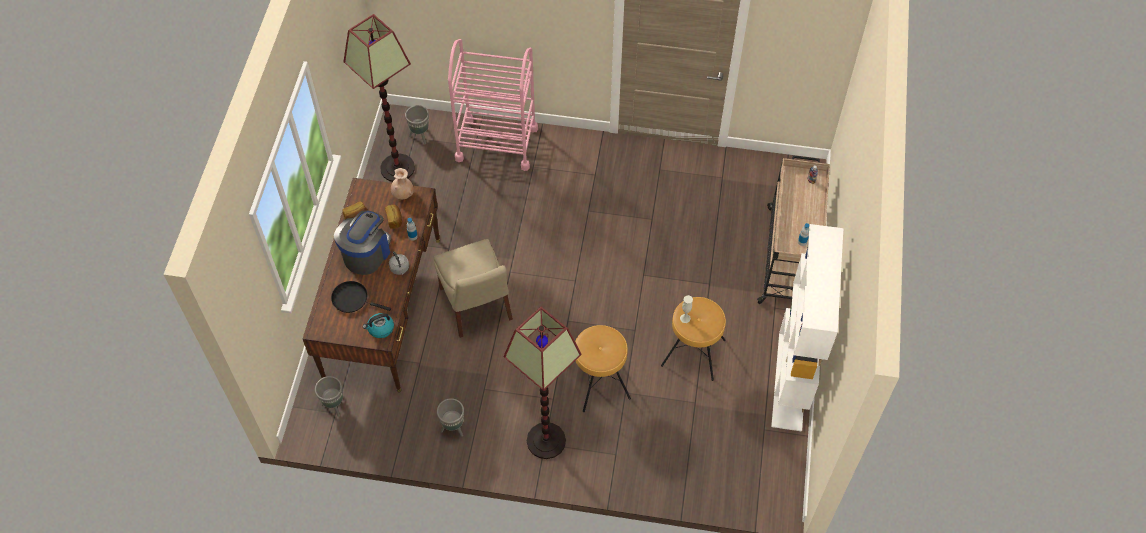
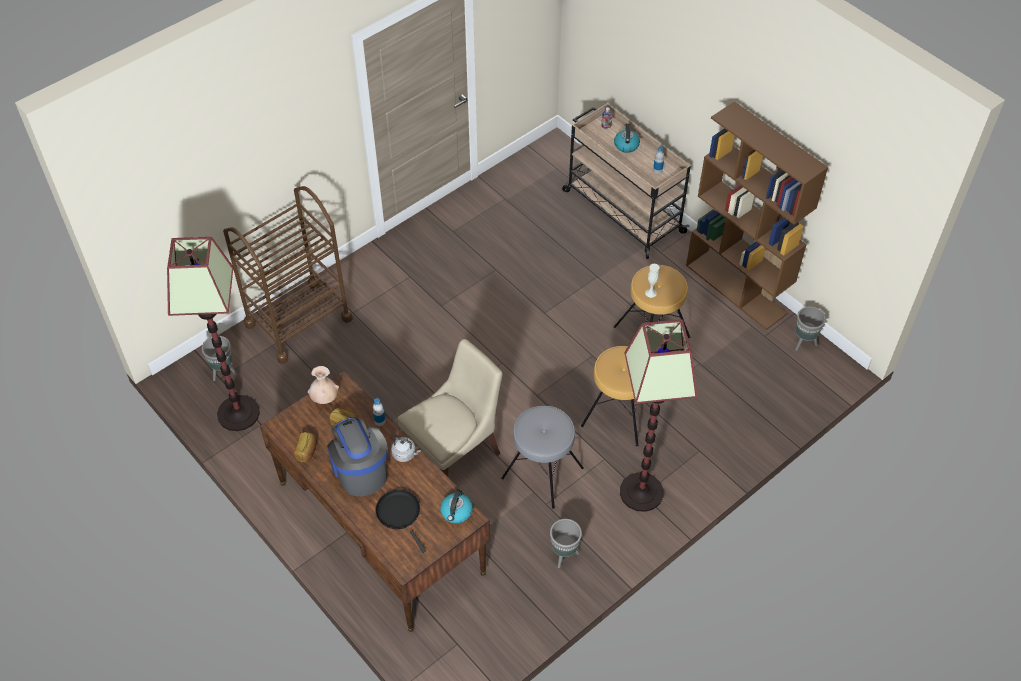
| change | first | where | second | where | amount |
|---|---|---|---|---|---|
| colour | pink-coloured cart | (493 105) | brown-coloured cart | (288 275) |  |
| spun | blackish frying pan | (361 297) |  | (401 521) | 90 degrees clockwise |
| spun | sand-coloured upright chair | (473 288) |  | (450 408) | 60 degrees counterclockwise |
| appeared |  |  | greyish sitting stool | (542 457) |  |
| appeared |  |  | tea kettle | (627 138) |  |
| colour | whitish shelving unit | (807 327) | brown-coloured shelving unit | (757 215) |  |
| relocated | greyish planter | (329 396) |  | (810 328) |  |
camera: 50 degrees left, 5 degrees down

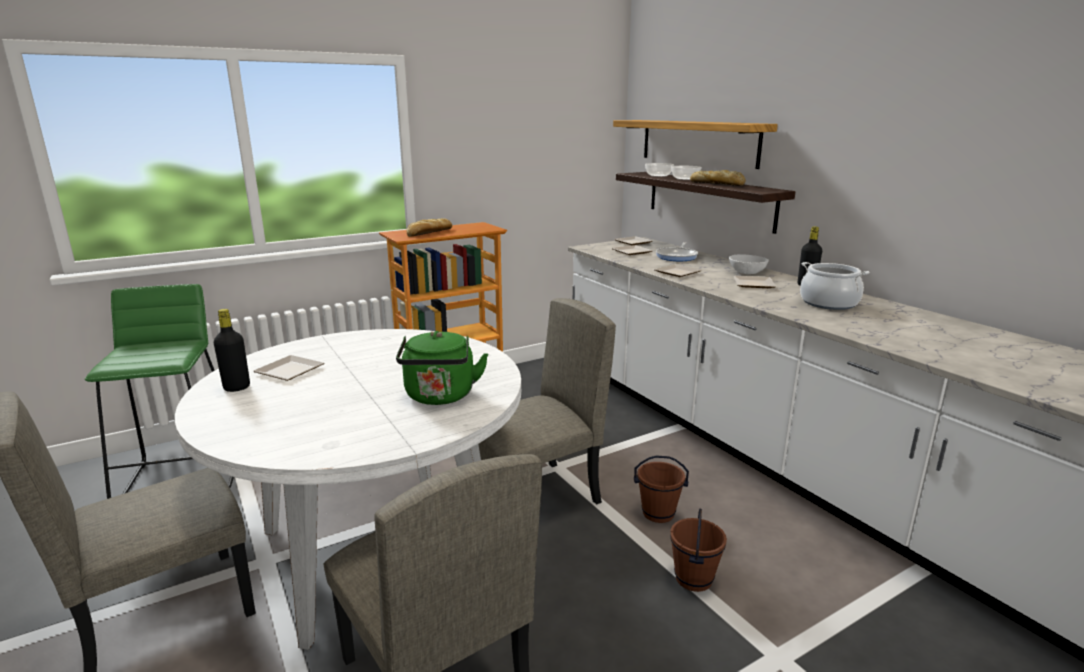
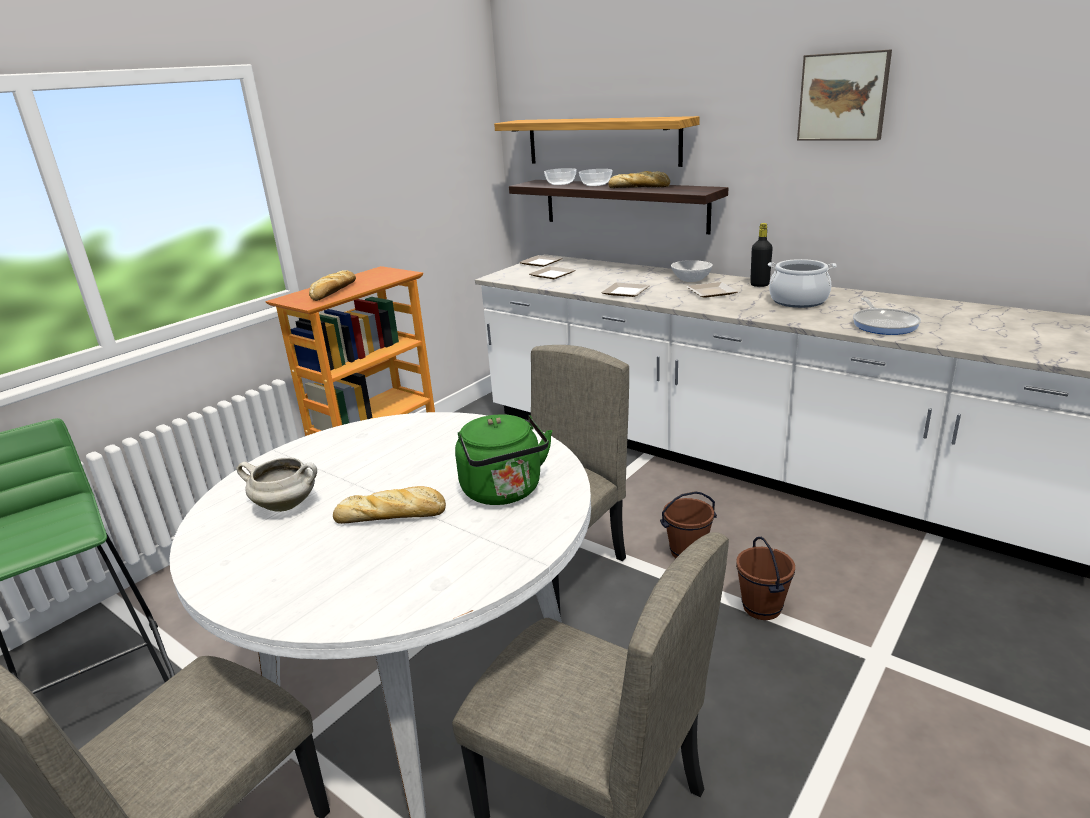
| change | first | where | second | where | amount |
|---|---|---|---|---|---|
| exchanged | dinner plate | (288 368) | whitish stockpot | (276 485) |  |
| appeared |  |  | bakery bread | (389 505) |  |
| appeared |  |  | wall picture | (844 94) |  |
| relocated | frying pan | (677 251) |  | (887 316) |  |
| missing | blackish beverage bottle | (232 350) |  |  |  |
camera: 20 degrees left, 5 degrees up

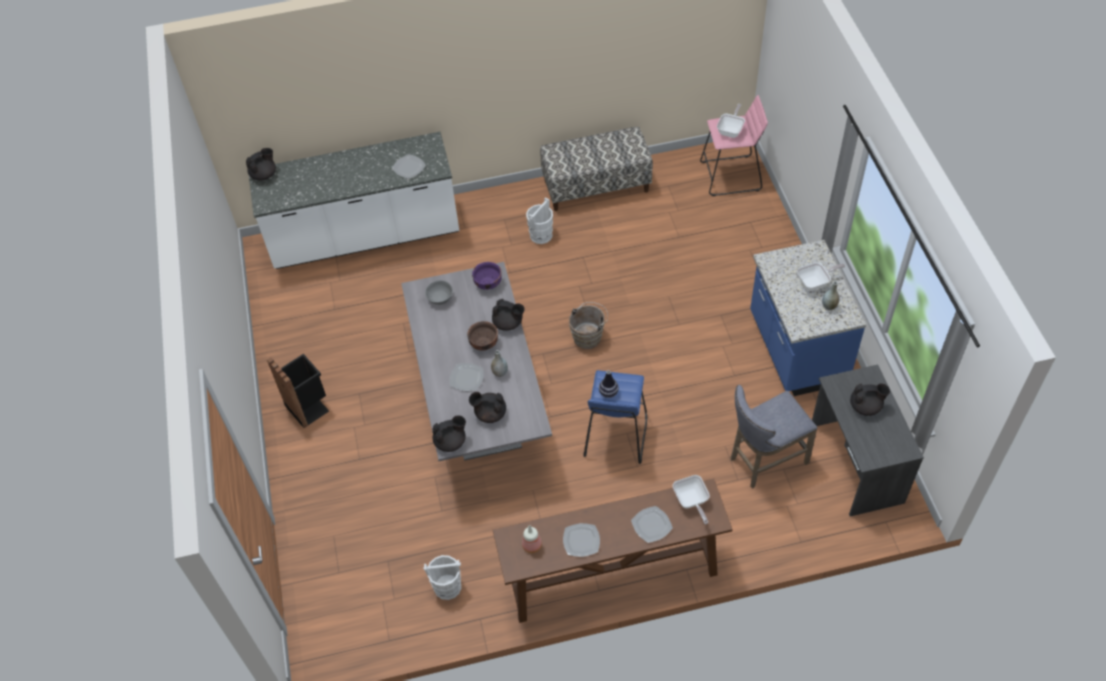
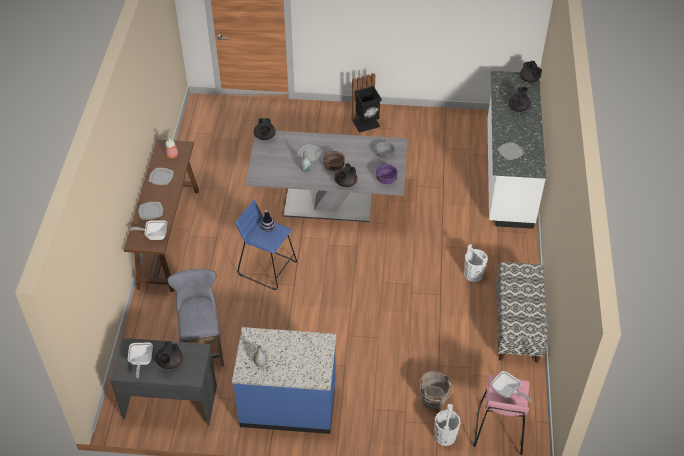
| change | first | where | second | where | amount |
|---|---|---|---|---|---|
| relocated | frying pan | (821 276) |  | (140 360) |  |
| relocated | brown-coloured bucket | (588 325) |  | (436 390) |  |
| relocated | whitish bucket | (442 577) |  | (447 425) |  |
| relocated | blackish teapot | (487 407) |  | (520 99) |  |
camera: 105 degrees right, 5 degrees down

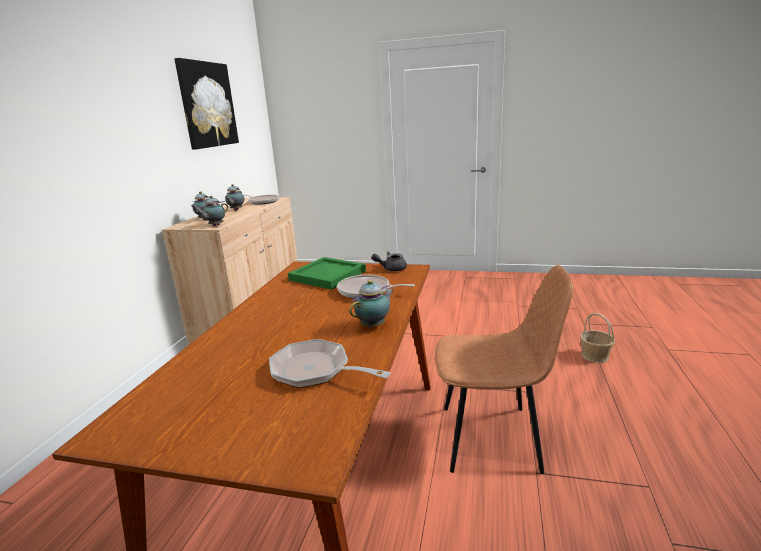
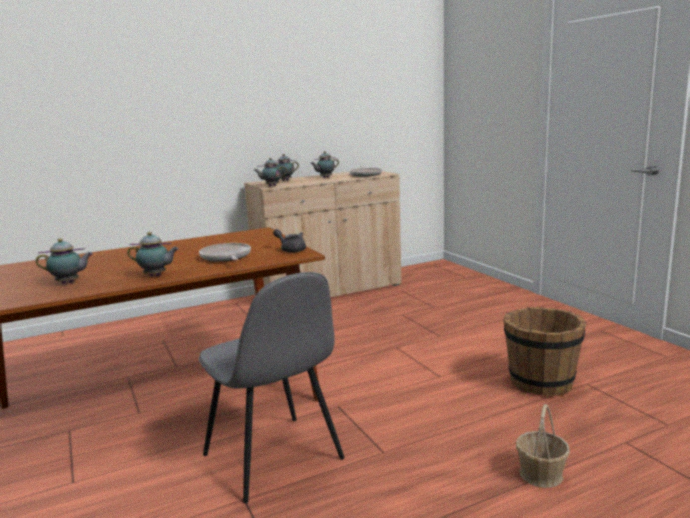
| change | first | where | second | where | amount |
|---|---|---|---|---|---|
| exchanged | frying pan | (330 363) | teapot | (64 260) |  |
| colour | brown-coloured upright chair | (504 369) | greyish upright chair | (271 387) |  |
| appeared |  |  | brown-coloured bucket | (544 351) |  |
| missing | wall picture | (206 104) |  |  |  |
| missing | green tray | (327 273) |  |  |  |
camera: 50 degrees right, 5 degrees down

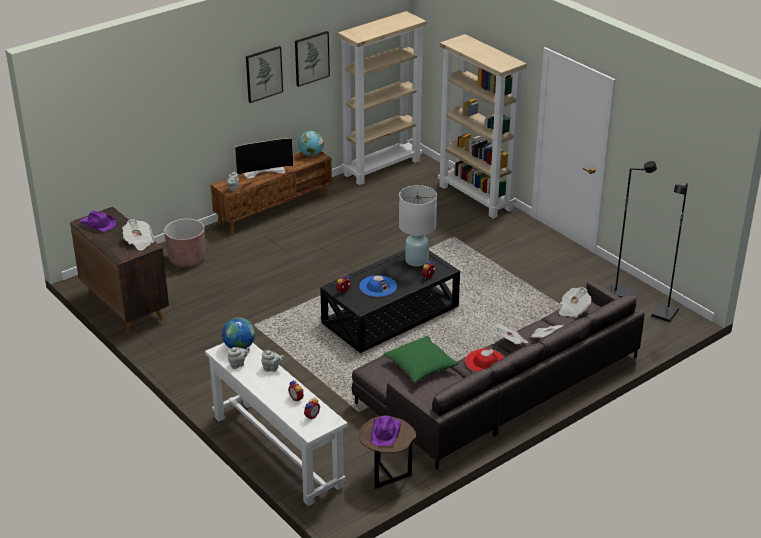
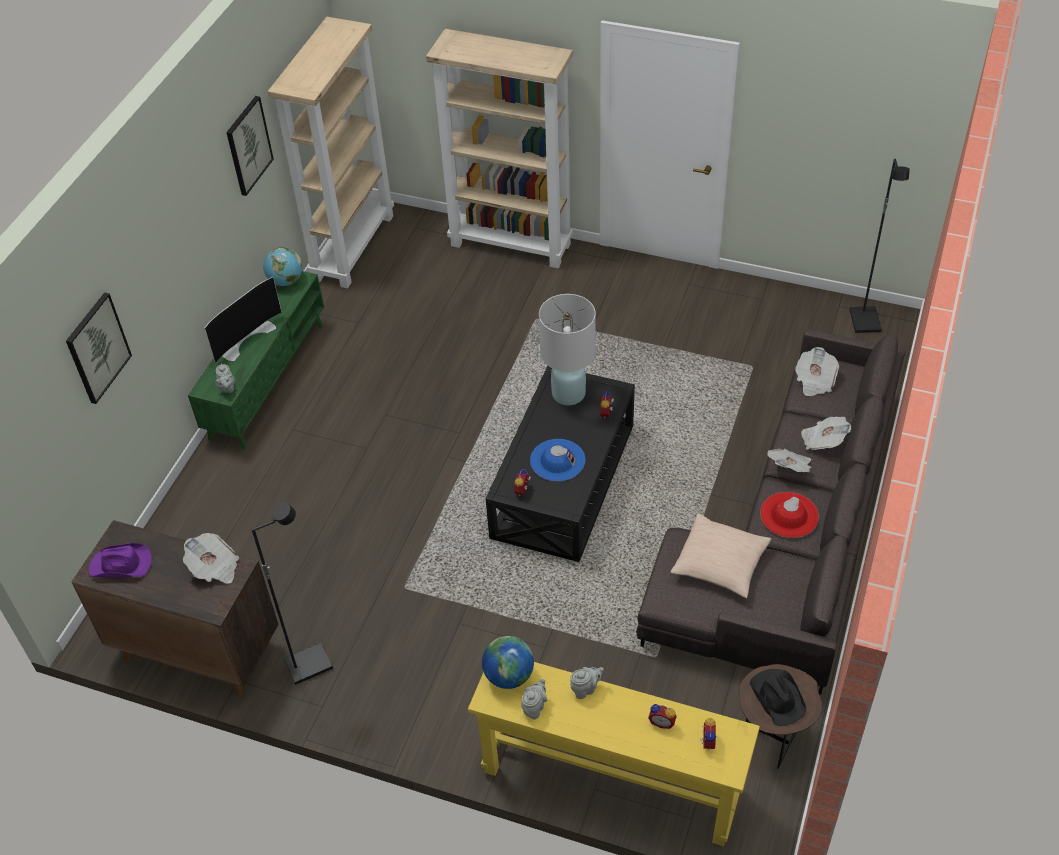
| change | first | where | second | where | amount |
|---|---|---|---|---|---|
| relocated | wall picture | (264 74) |  | (99 348) |  |
| colour | brown-coloured tv stand | (271 193) | green tv stand | (256 360) |  |
| relocated | blackish standing lamp | (634 230) |  | (292 593) |  |
| colour | whitish narrow table | (276 424) | yellowish narrow table | (614 754) |  |
| colour | green throw pillow | (421 359) | sand-coloured throw pillow | (721 556) |  |
| colour | purple hat | (386 430) | blackish hat | (778 697) |  |
| missing | brown-coloured planter | (184 243) |  |  |  |
camera: 30 degrees left, 15 degrees up

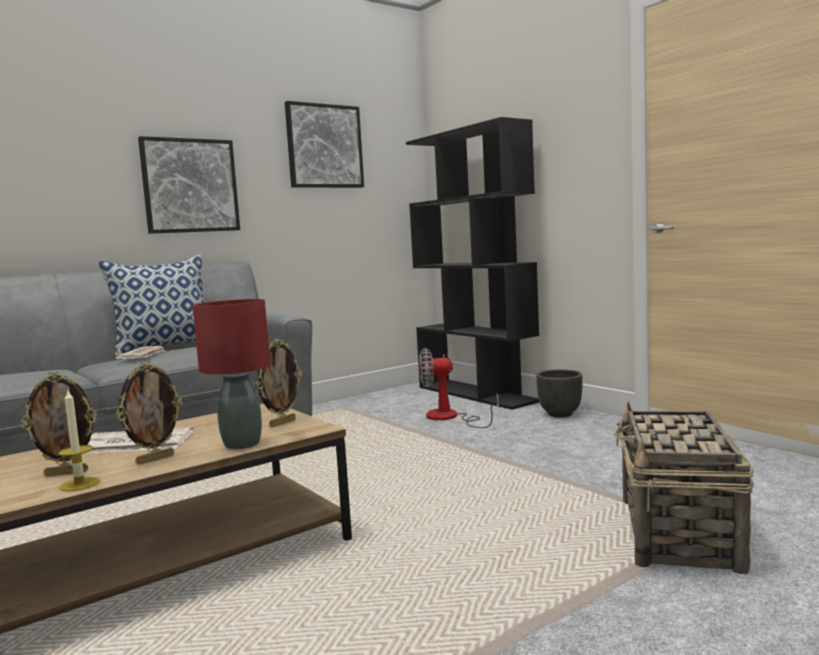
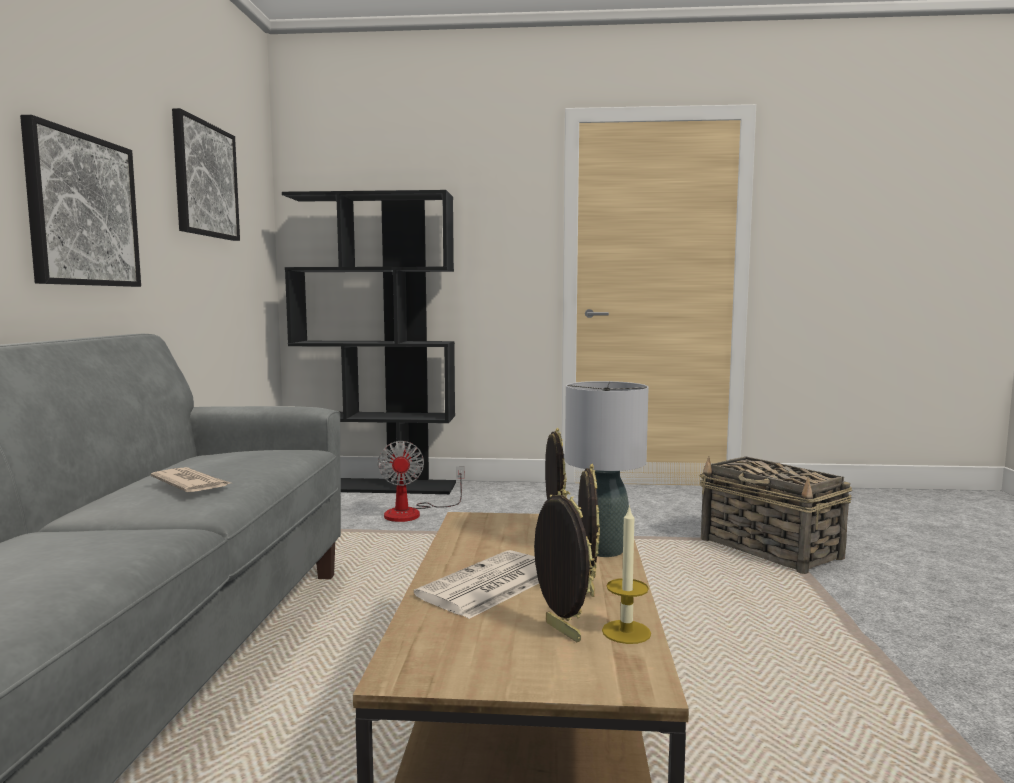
| change | first | where | second | where | amount |
|---|---|---|---|---|---|
| spun | electric fan | (459 388) |  | (421 481) | 45 degrees counterclockwise |
| spun | standing frame | (59 424) |  | (565 565) | 60 degrees counterclockwise |
| colour | red table lamp | (231 374) | greyish table lamp | (607 469) |  |
| missing | throw pillow | (151 305) |  |  |  |
| missing | blackish planter | (559 393) |  |  |  |
camera: 50 degrees left, 0 degrees up

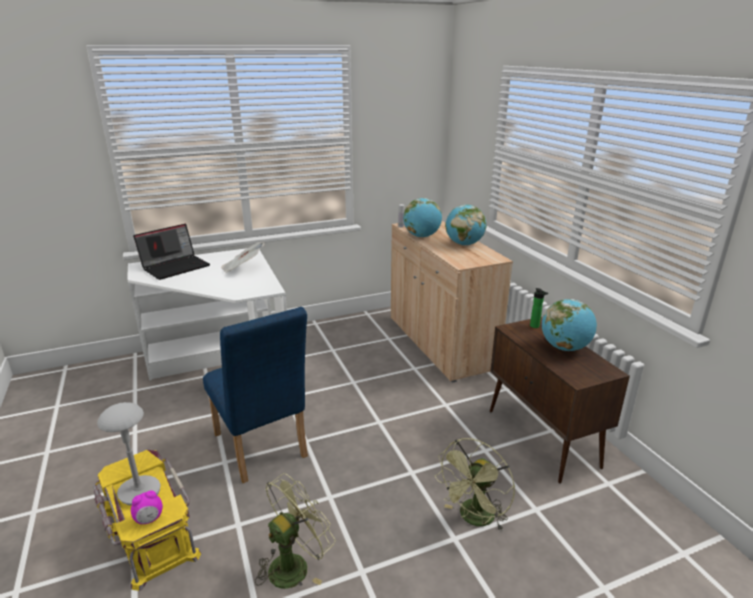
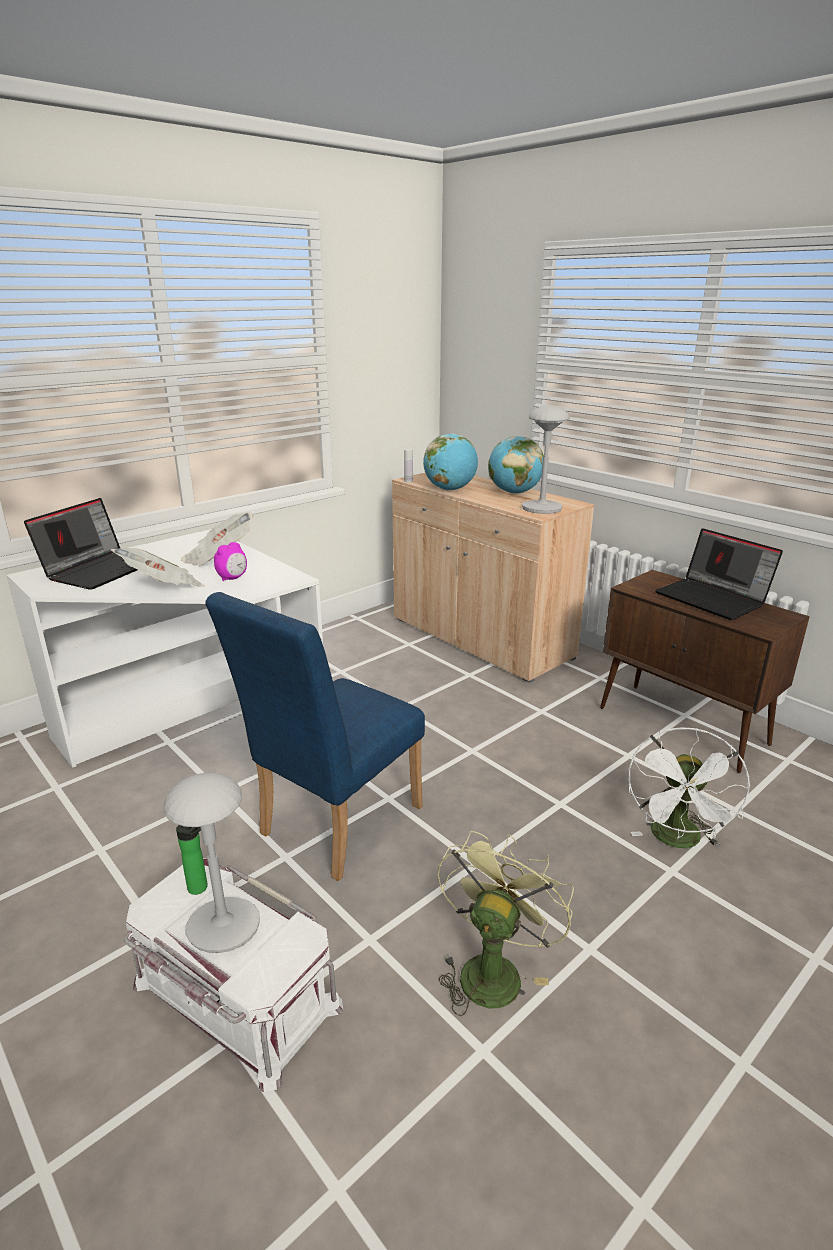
| change | first | where | second | where | amount |
|---|---|---|---|---|---|
| appeared |  |  | printed paper | (157 567) |  |
| colour | yellowish storage box | (147 520) | whitish storage box | (233 975) |  |
| relocated | beverage bottle | (539 308) |  | (192 860) |  |
| spun | blue upright chair | (255 395) |  | (315 736) | 90 degrees clockwise |
| relocated | alarm clock | (147 507) |  | (230 561) |  |
| appeared |  |  | greyish table lamp | (546 460) |  |
| colour | green electric fan | (475 485) | whitish electric fan | (689 787) |  |
| exchanged | globe | (569 325) | notebook computer | (719 574) |  |
camera: 20 degrees left, 0 degrees up

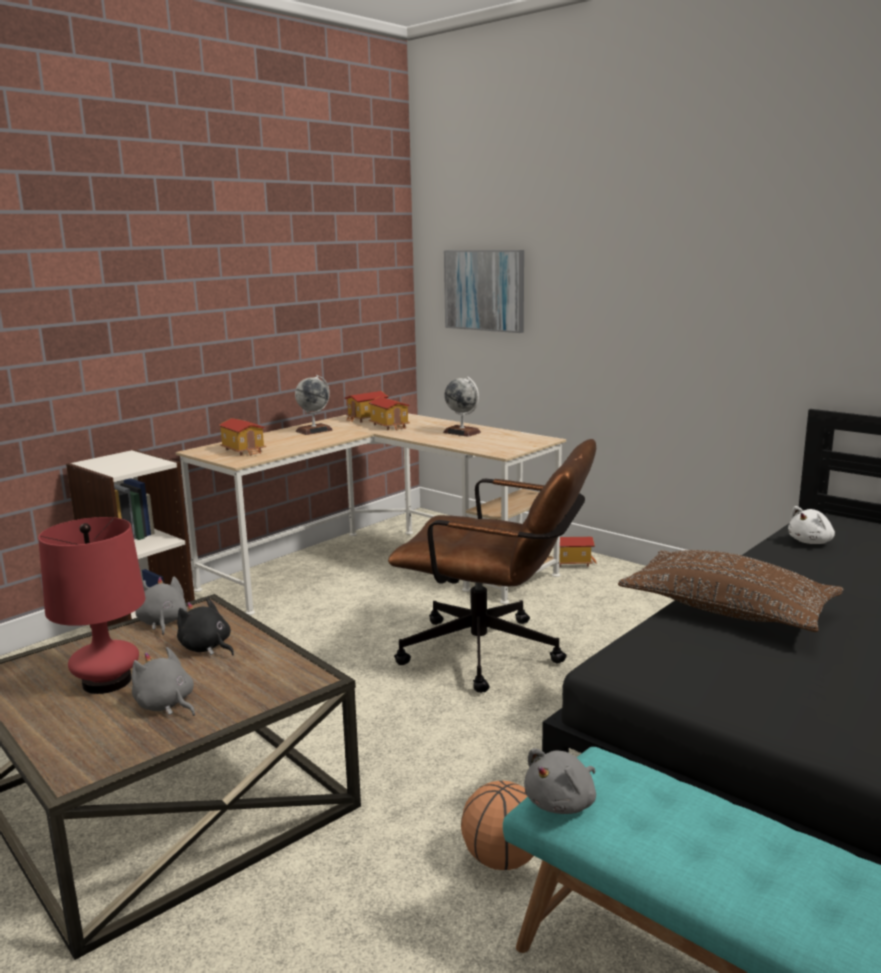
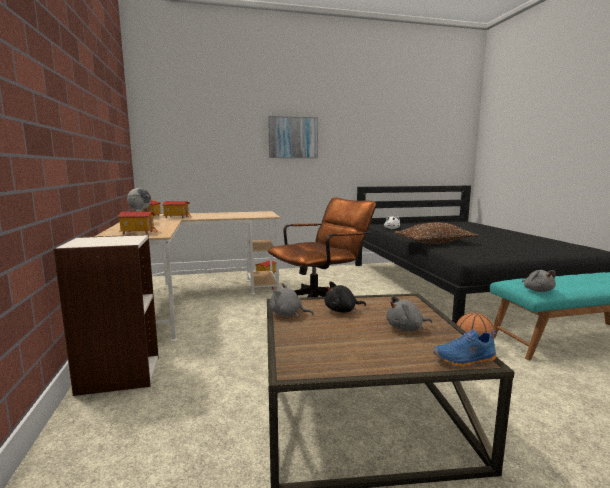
| change | first | where | second | where | amount |
|---|---|---|---|---|---|
| relocated | wall picture | (484 291) |  | (293 137) |  |
| appeared |  |  | blue low shoe | (464 348) |  |
| missing | red table lamp | (91 605) |  |  |  |
| missing | globe | (462 407) |  |  |  |
camera: 55 degrees left, 5 degrees down

